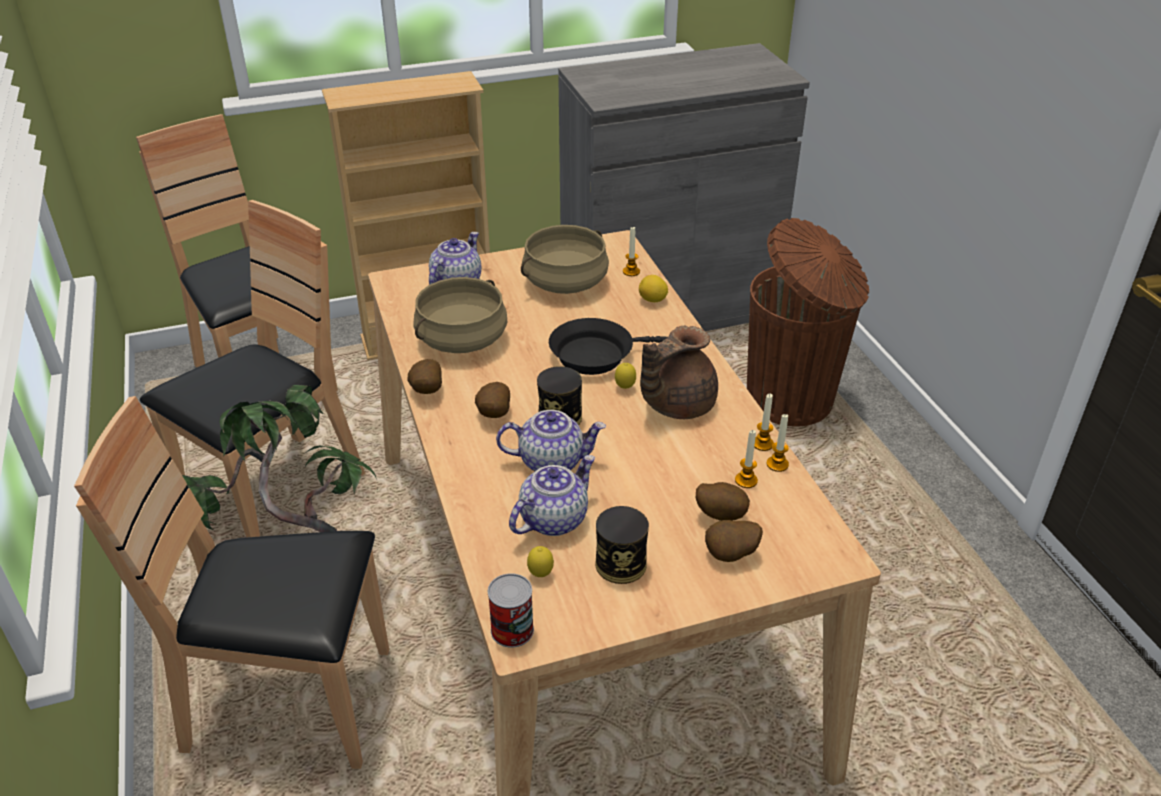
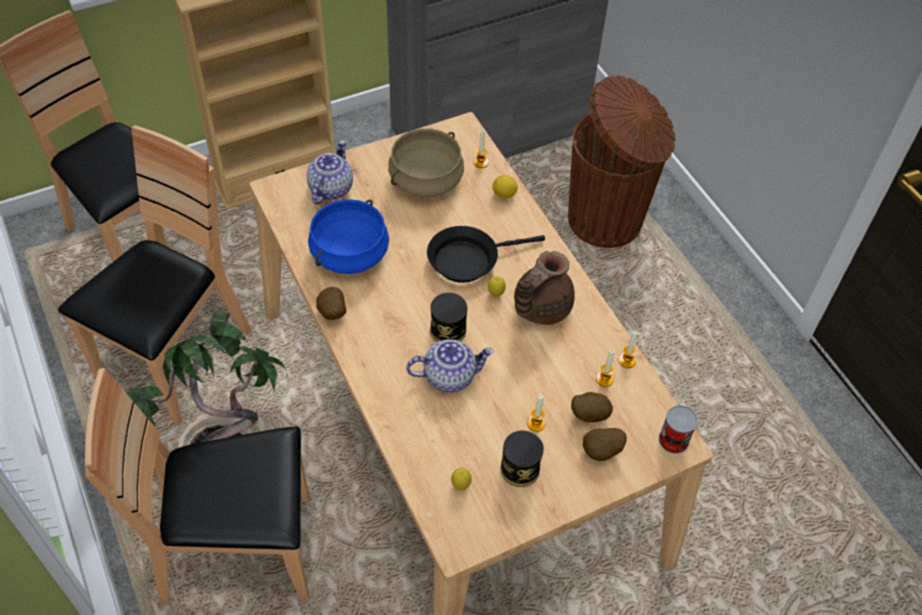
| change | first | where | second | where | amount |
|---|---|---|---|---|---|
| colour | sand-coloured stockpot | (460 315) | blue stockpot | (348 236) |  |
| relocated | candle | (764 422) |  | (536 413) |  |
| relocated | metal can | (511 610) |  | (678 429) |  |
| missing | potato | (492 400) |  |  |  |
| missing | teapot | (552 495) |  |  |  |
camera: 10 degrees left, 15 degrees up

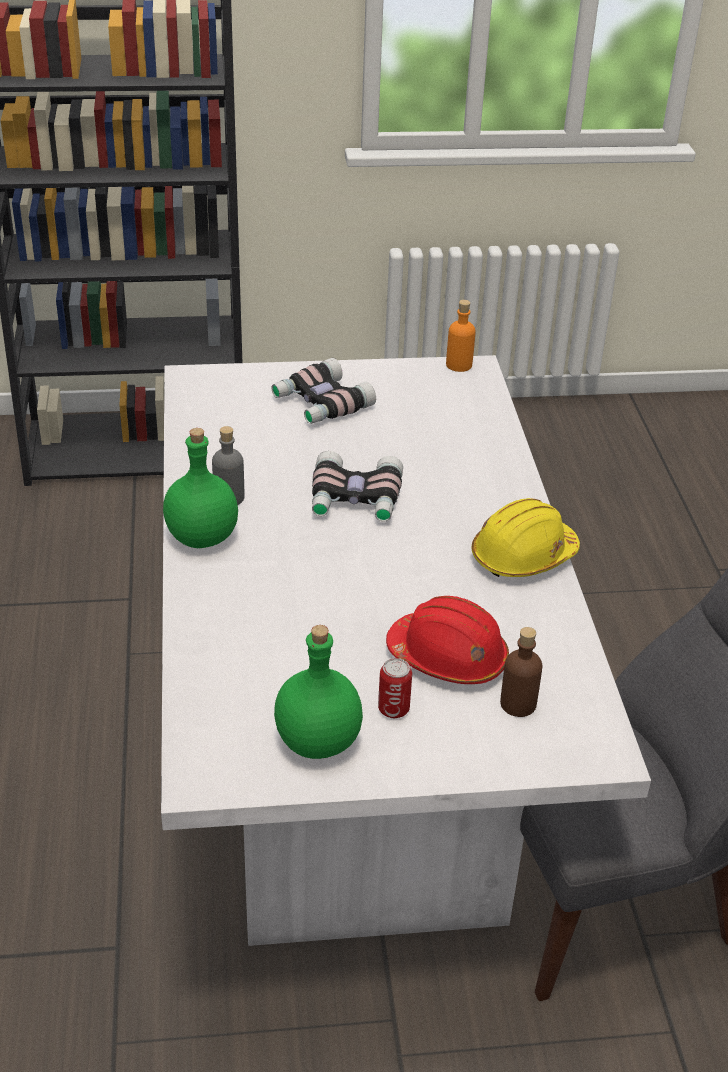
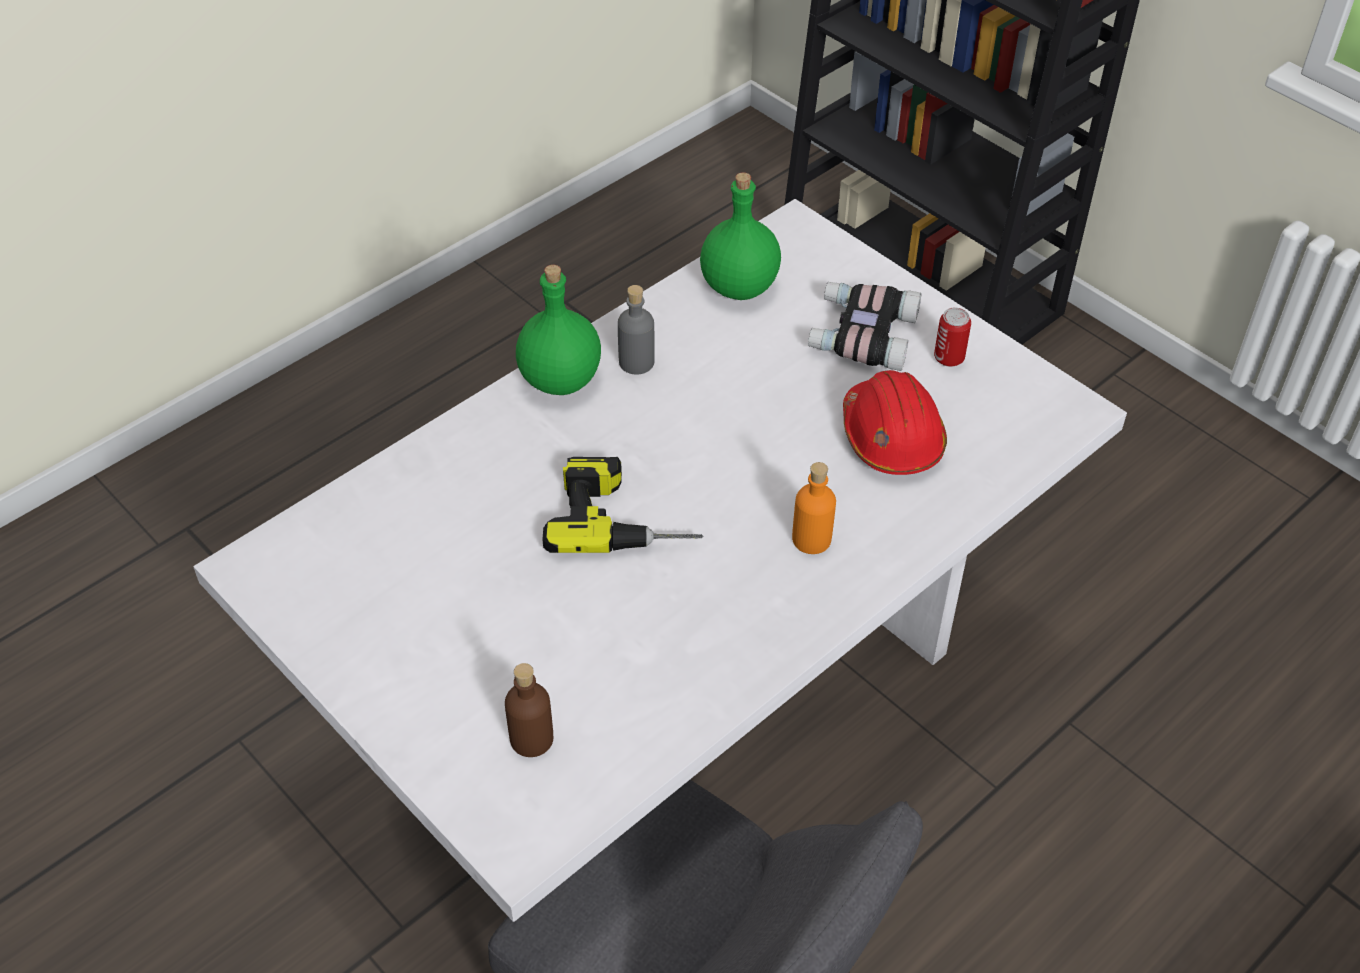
| change | first | where | second | where | amount |
|---|---|---|---|---|---|
| appeared |  |  | drill | (622 505) |  |
| relocated | green beverage bottle | (318 692) |  | (740 236) |  |
| relocated | orange-coloured beverage bottle | (461 336) |  | (814 508) |  |
| relocated | red safety helmet | (447 640) |  | (895 422) |  |
| relocated | metal can | (395 688) |  | (952 337) |  |
| missing | binoculars | (357 486) |  |  |  |
| missing | yellowish safety helmet | (526 537) |  |  |  |
camera: 55 degrees right, 10 degrees up

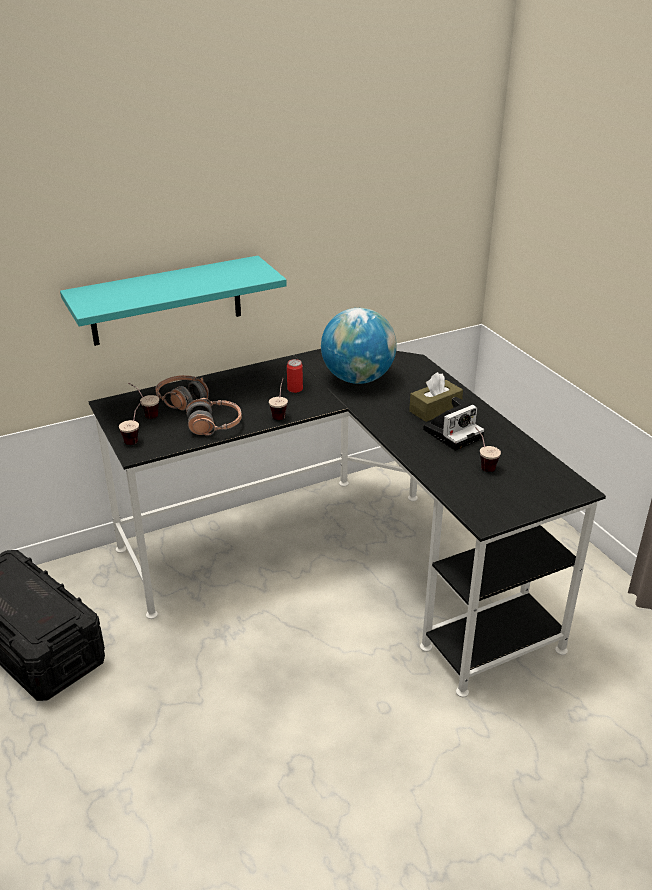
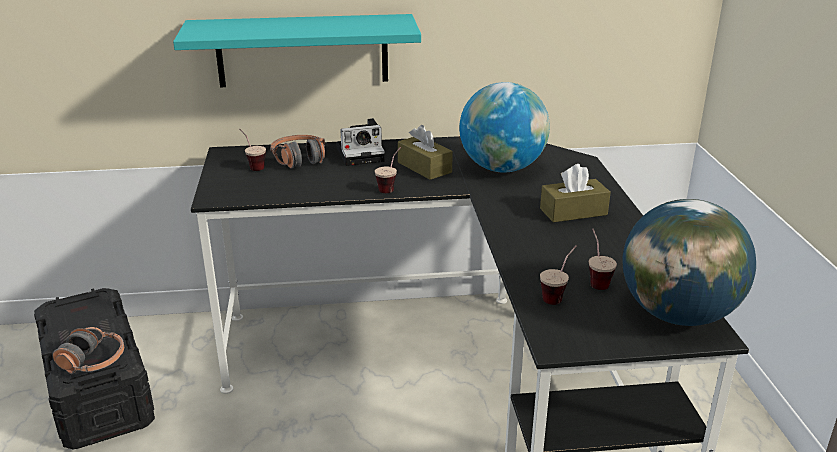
| change | first | where | second | where | amount |
|---|---|---|---|---|---|
| relocated | headset | (214 417) |  | (88 350) |  |
| relocated | photo camera | (453 424) |  | (361 142) |  |
| exchanged | metal can | (295 376) | brown-coloured box of tissues | (425 152) |  |
| relocated | drinking cup | (130 423) |  | (558 275) |  |
| appeared |  |  | globe | (689 262) |  |
camera: 20 degrees right, 5 degrees down

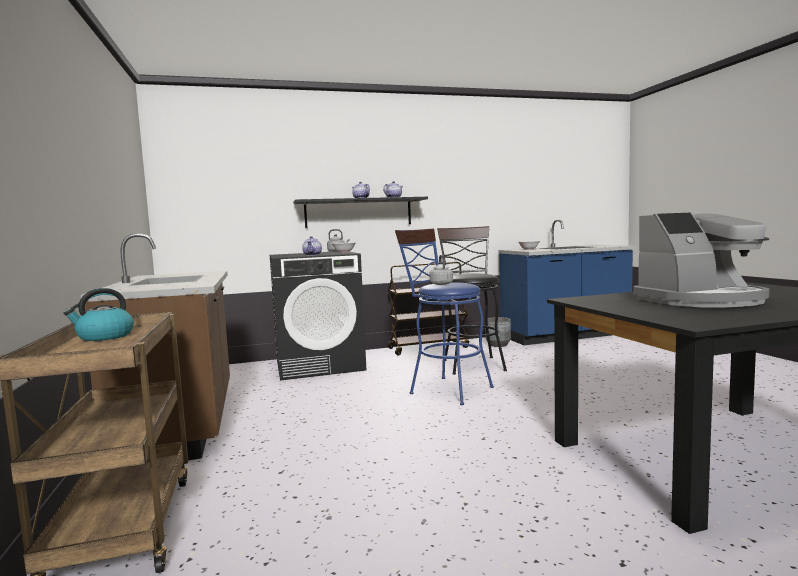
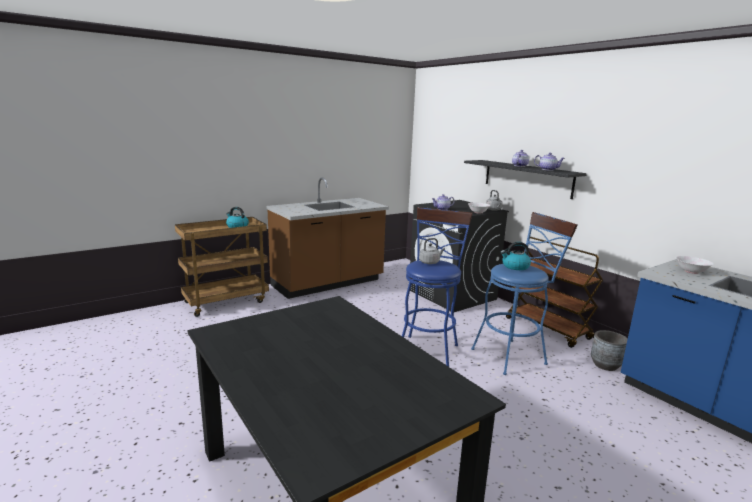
| change | first | where | second | where | amount |
|---|---|---|---|---|---|
| colour | blackish sitting stool | (472 300) | blue sitting stool | (524 293) |  |
| appeared |  |  | tea kettle | (515 256) |  |
| missing | coffee machine | (701 259) |  |  |  |
camera: 70 degrees right, 10 degrees up

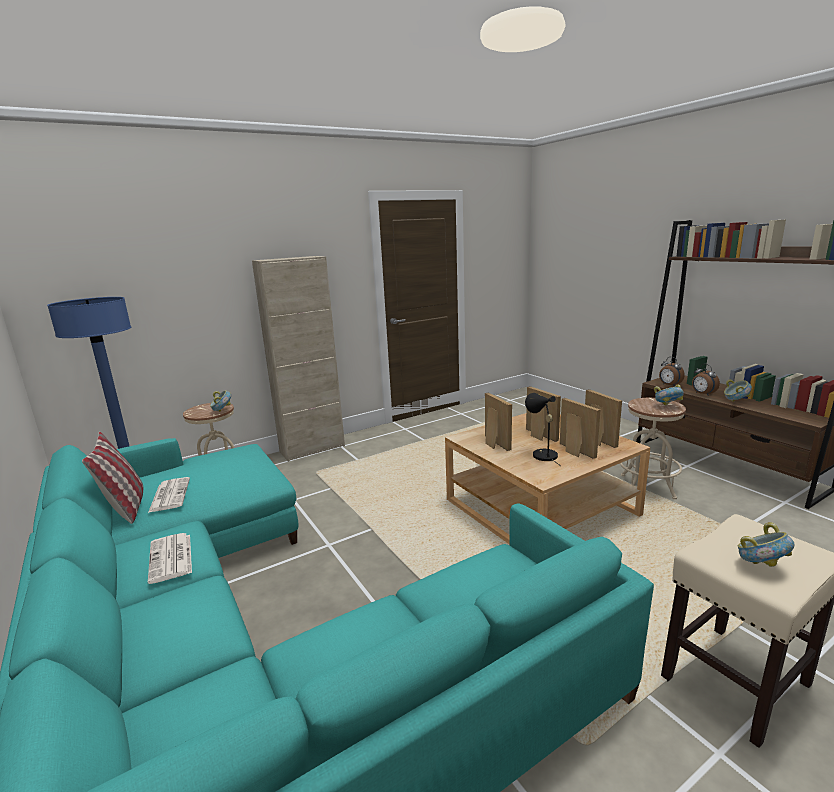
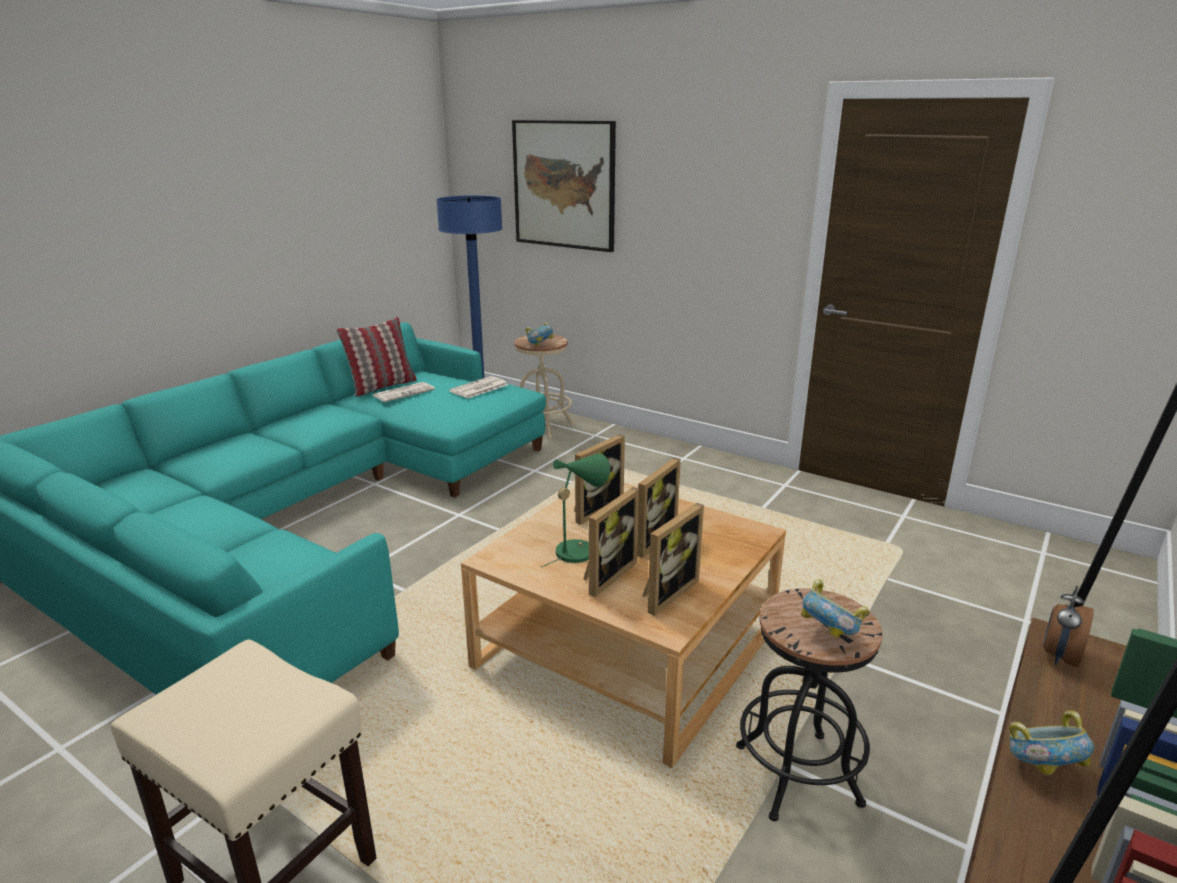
| change | first | where | second | where | amount |
|---|---|---|---|---|---|
| relocated | printed paper | (170 558) |  | (478 387) |  |
| appeared |  |  | wall picture | (564 186) |  |
| colour | blackish table lamp | (542 429) | green table lamp | (575 510) |  |
| colour | sand-coloured sitting stool | (653 449) | blackish sitting stool | (809 704) |  |
| missing | sand-coloured cupboard | (298 359) |  |  |  |
| missing | alarm clock | (706 380) |  |  |  |
| missing | deep dish | (766 544) |  |  |  |
camera: 65 degrees right, 5 degrees up

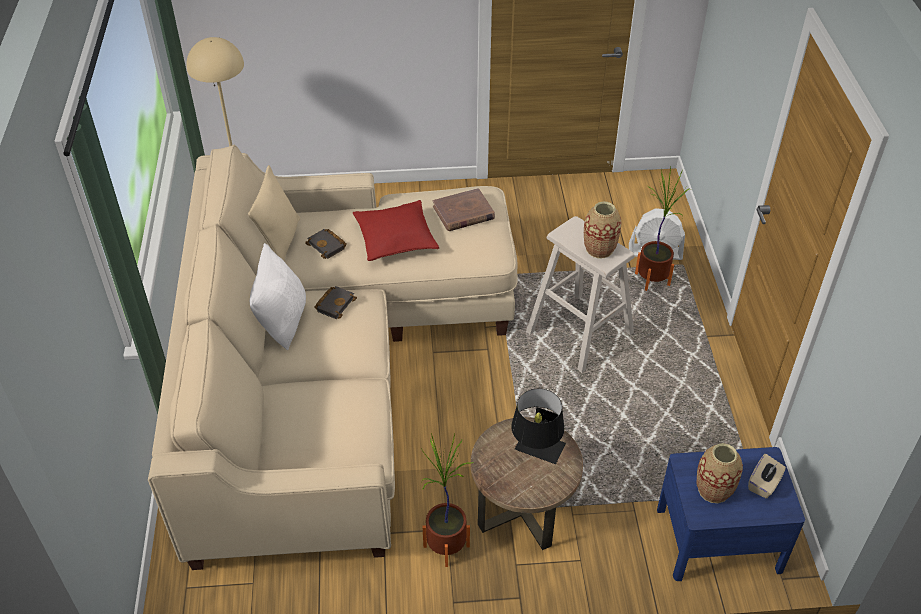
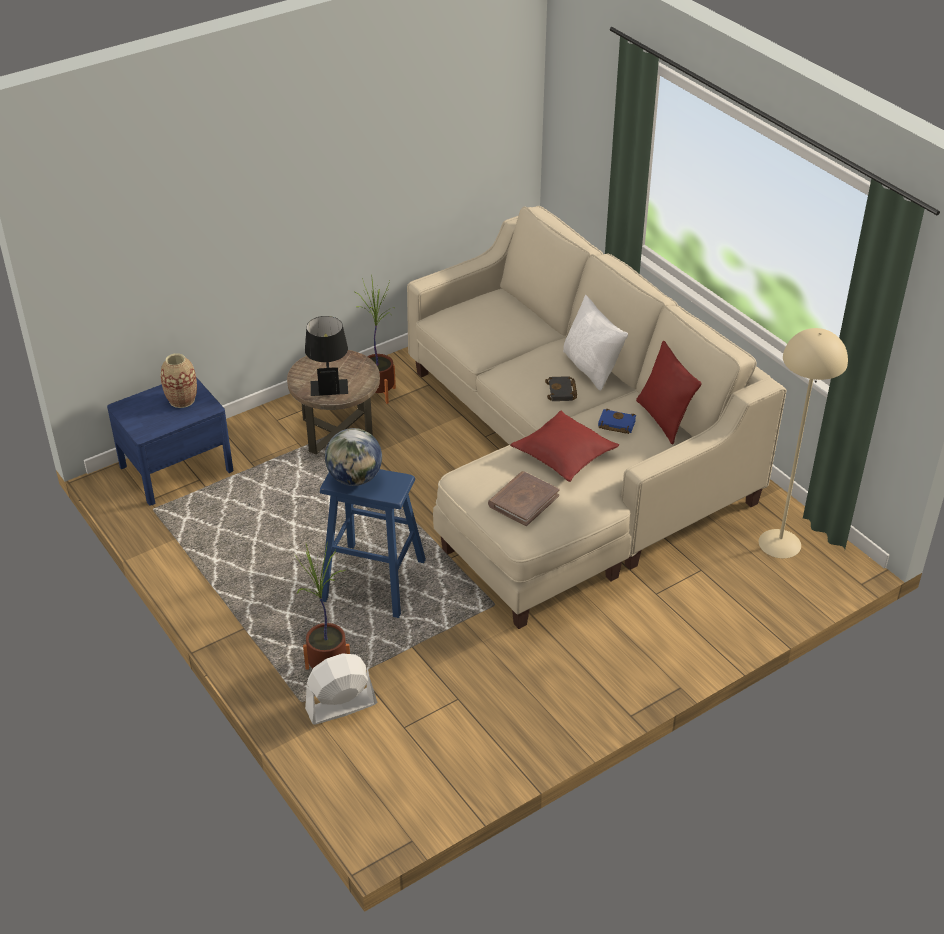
| change | first | where | second | where | amount |
|---|---|---|---|---|---|
| colour | sand-coloured sitting stool | (580 294) | blue sitting stool | (373 543) |  |
| exchanged | decorative vase | (603 229) | globe | (353 457) |  |
| colour | blackish bound book | (326 244) | blue bound book | (617 421) |  |
| colour | sand-coloured throw pillow | (274 213) | red throw pillow | (669 392) |  |
| missing | sand-coloured box of tissues | (767 476) |  |  |  |
camera: 150 degrees right, 5 degrees down

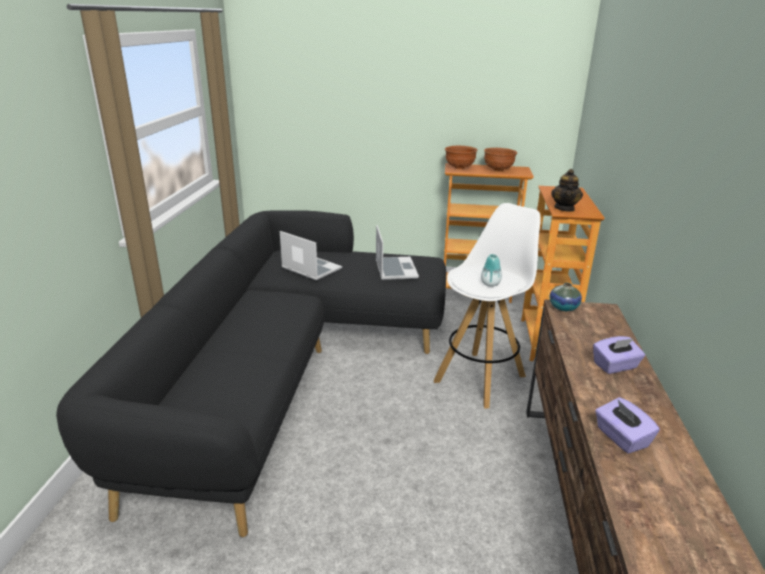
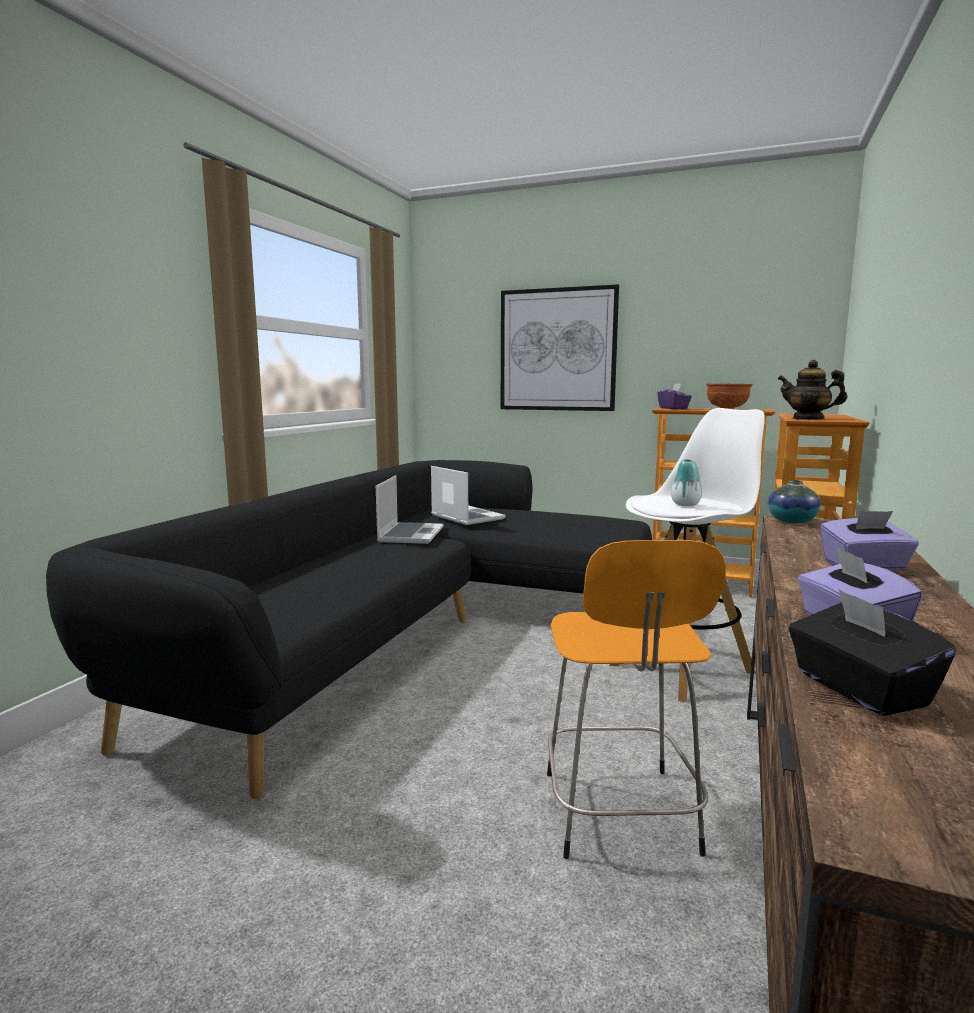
| change | first | where | second | where | amount |
|---|---|---|---|---|---|
| relocated | notebook computer | (397 252) |  | (410 509) |  |
| appeared |  |  | wall picture | (560 347) |  |
| appeared |  |  | orange-coloured sitting stool | (636 699) |  |
| exchanged | brown-coloured deep dish | (461 157) | purple box of tissues | (674 396) |  |
| spun | teapot | (567 190) |  | (812 390) | 90 degrees clockwise |
| appeared |  |  | blackish box of tissues | (872 652) |  |
camera: 15 degrees right, 15 degrees down

